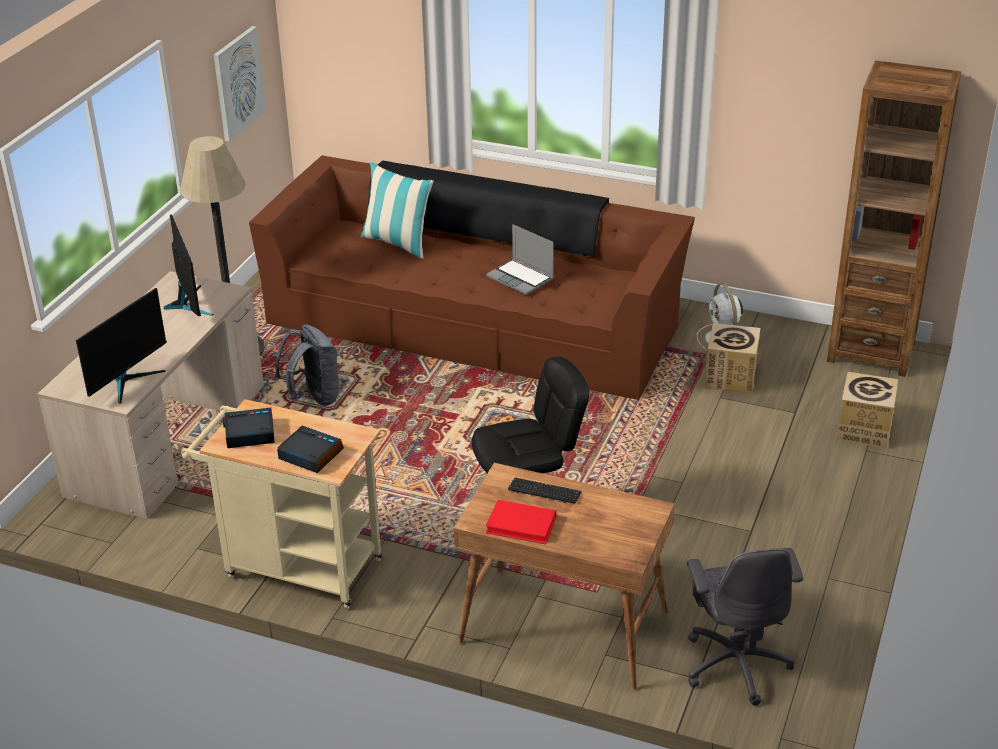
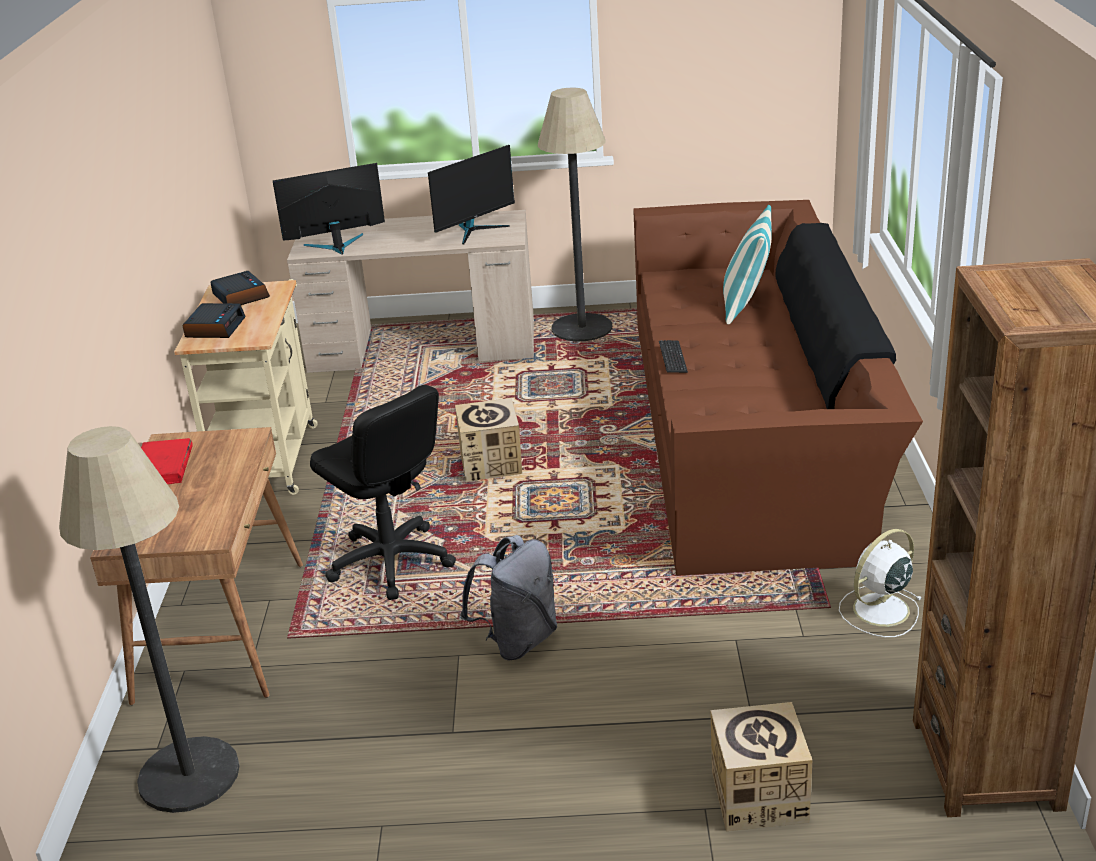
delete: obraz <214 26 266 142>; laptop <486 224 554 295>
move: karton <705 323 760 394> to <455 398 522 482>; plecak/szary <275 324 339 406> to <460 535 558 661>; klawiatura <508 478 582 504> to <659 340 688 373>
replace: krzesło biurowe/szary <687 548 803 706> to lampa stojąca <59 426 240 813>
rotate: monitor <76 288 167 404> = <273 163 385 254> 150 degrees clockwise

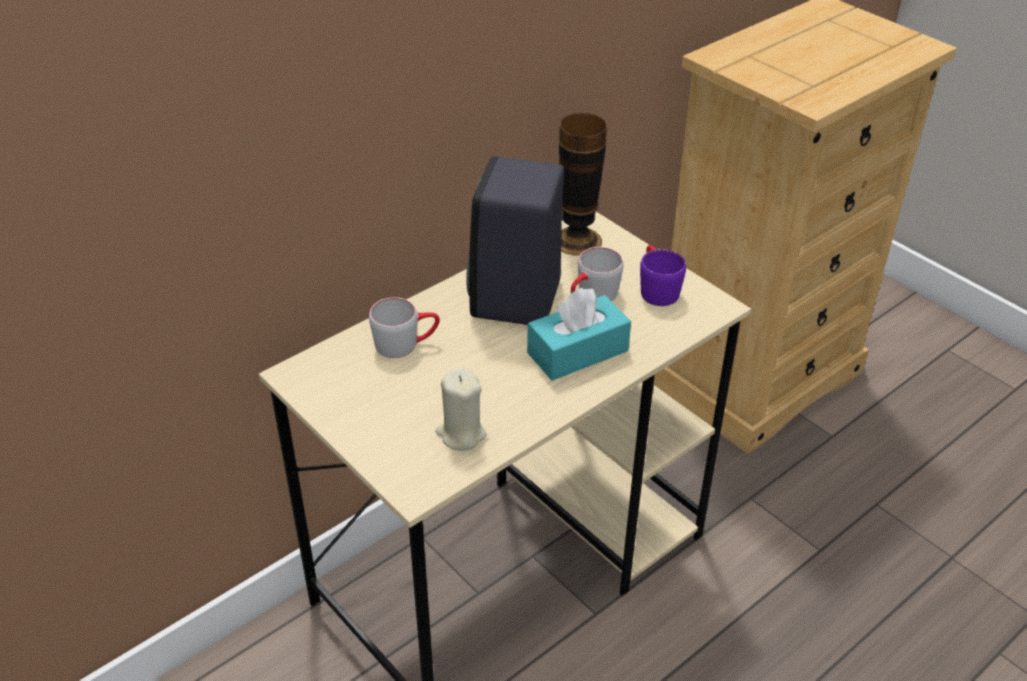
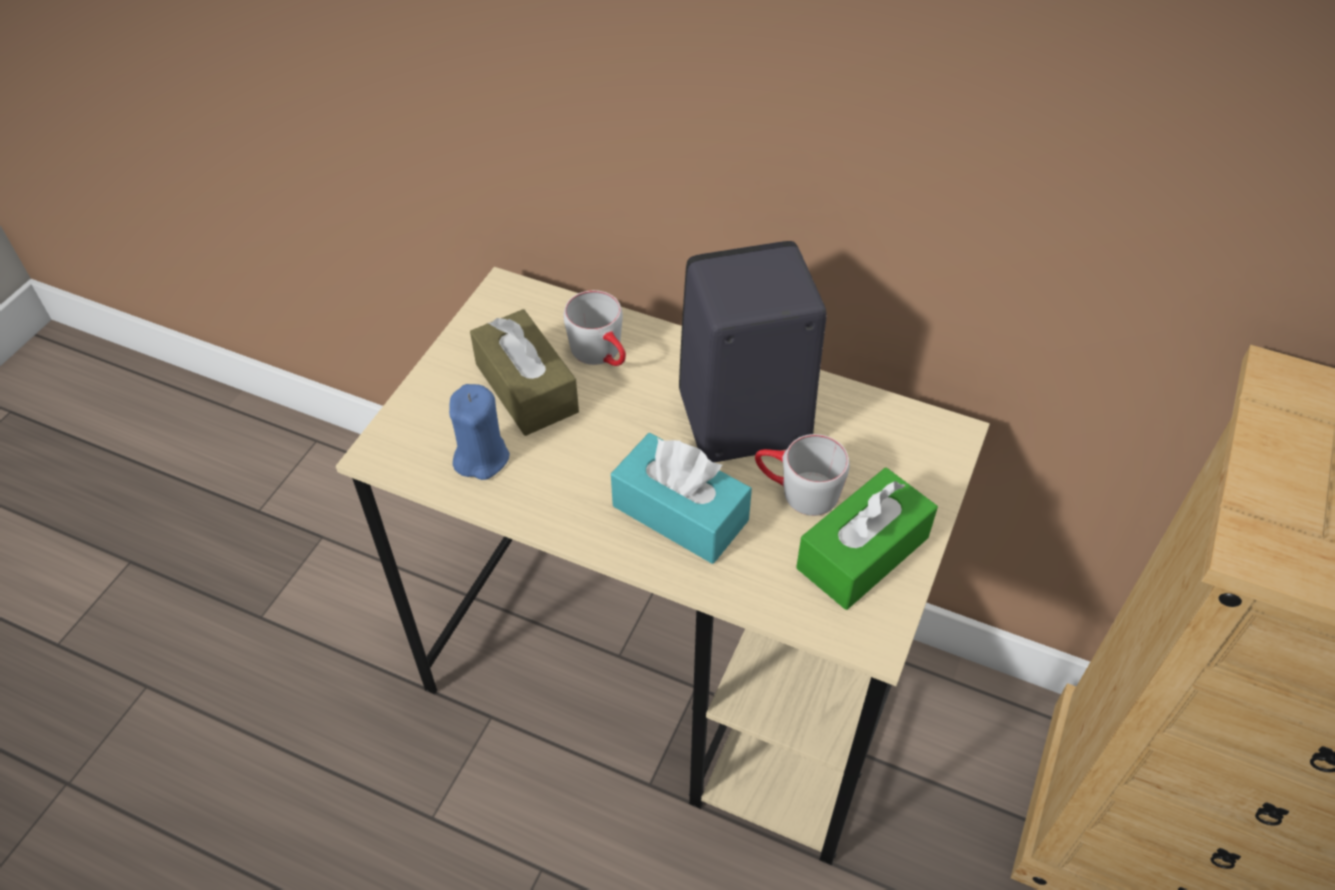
delete: wazon <559 113 607 256>
insert: pudełko chusteczek/brązowy <470 309 579 436>
replace: kubek/fioletowy <640 245 686 306> to pudełko chusteczek/zielony <796 468 938 610>
recolor: świeca/beżowy <436 368 487 451> to świeca/niebieski <449 384 510 480>

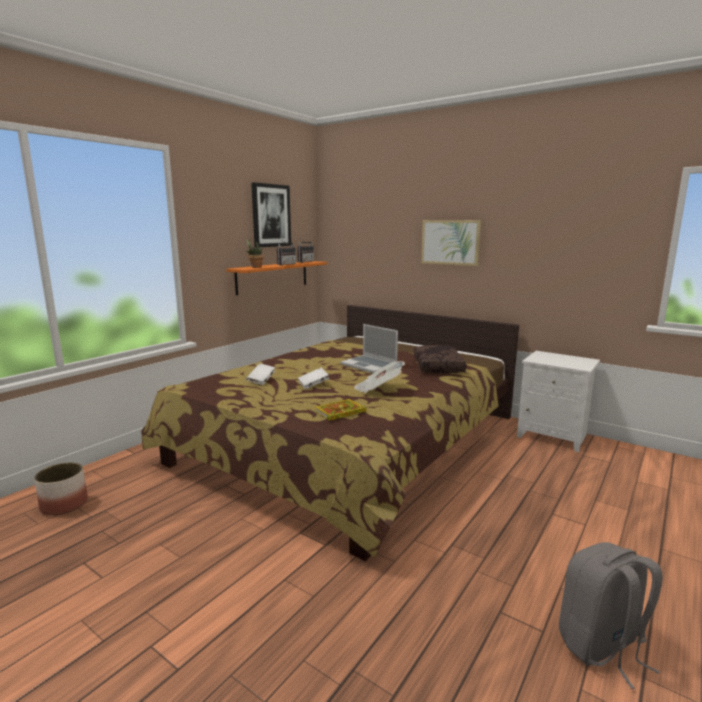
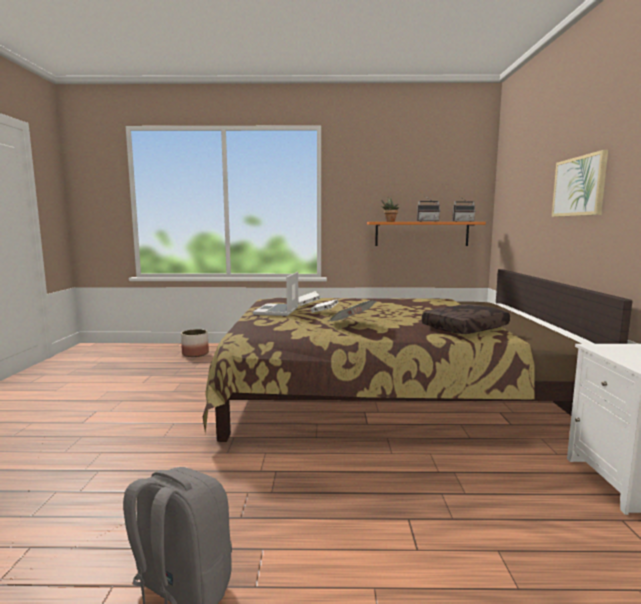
delete: obraz <251 182 291 248>; książka <315 399 367 421>
move: laptop <340 324 398 373> to <253 272 299 316>

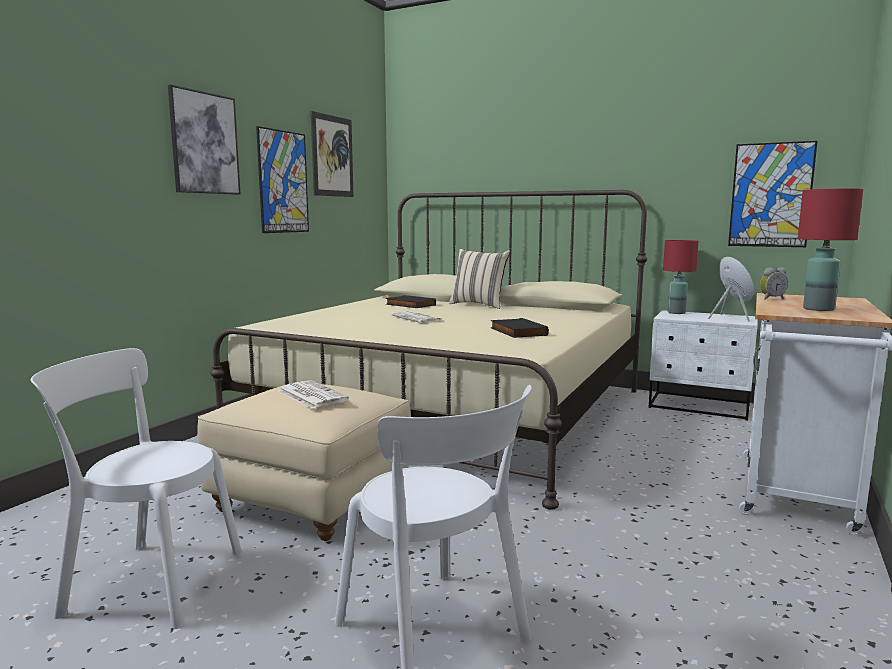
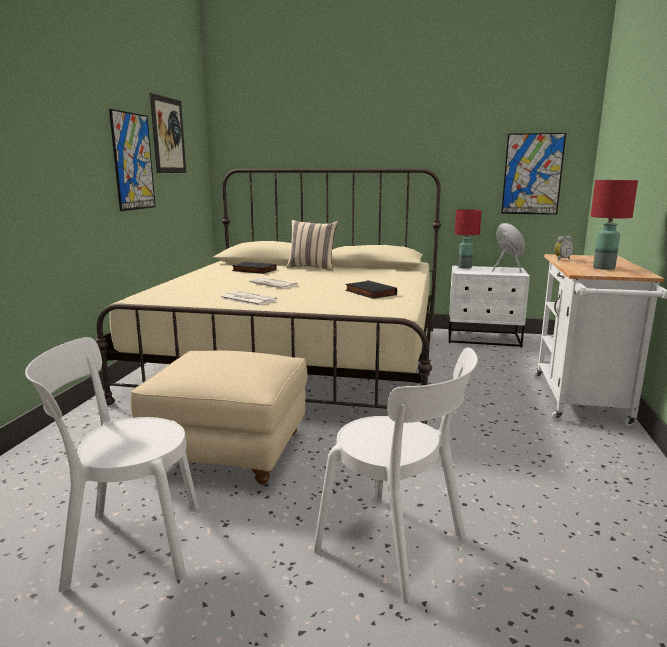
delete: obraz <168 85 241 195>
move: gazeta <278 380 349 409> to <220 291 277 306>

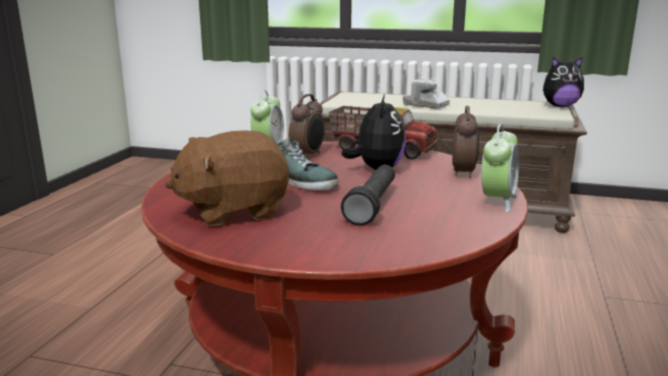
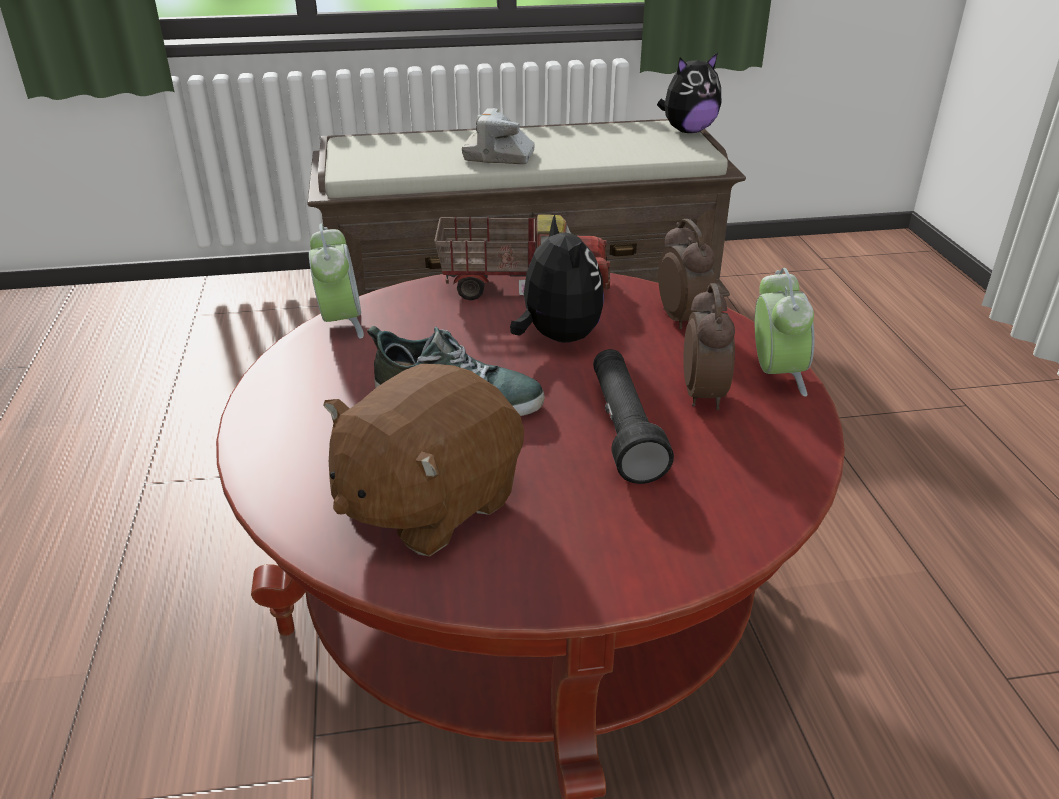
move: budzik <289 94 325 157> to <683 283 735 410>

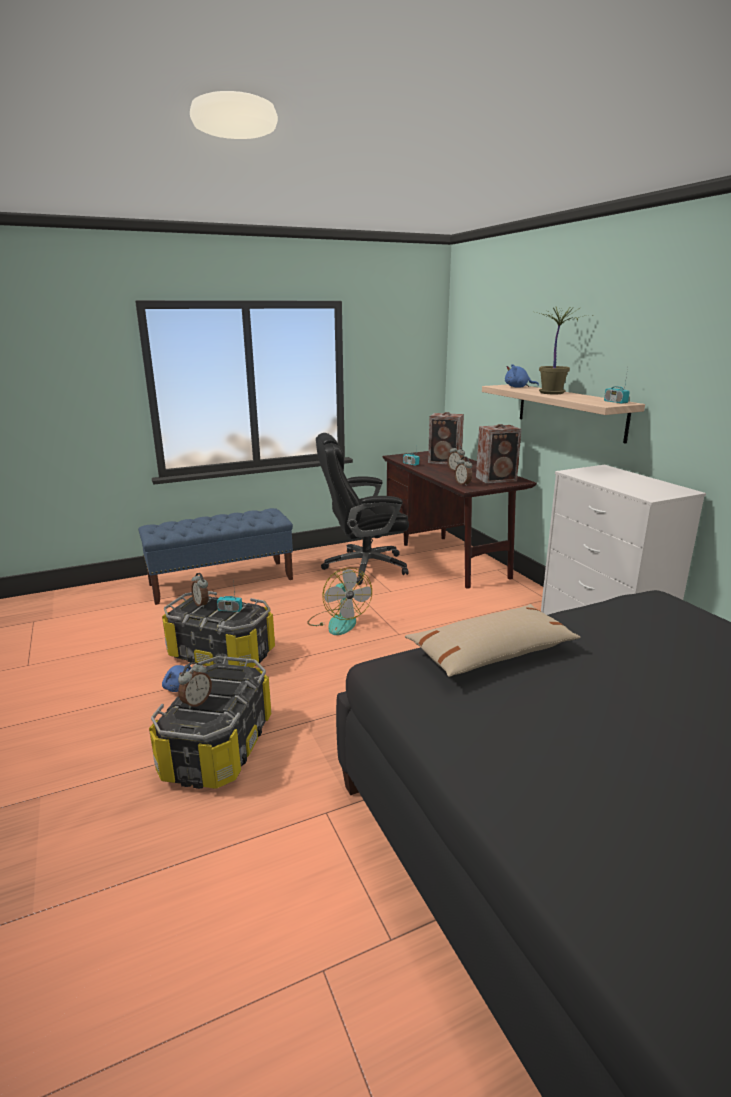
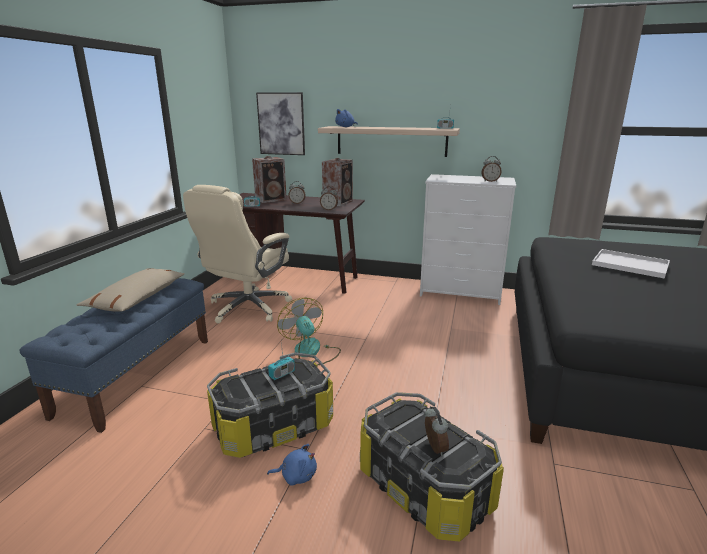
delete: roślina doniczkowa <535 306 595 394>
insert: obraz <256 92 305 155>; taca/biały <592 249 670 279>
move: budzik <191 573 209 608> to <481 156 502 182>; poduszka/beżowy <405 604 580 677> to <76 268 185 312>
recolor: krzesło biurowe/czarny <316 433 409 585> to krzesło biurowe/beżowy <183 185 292 323>
rotate: wentylator <307 567 372 635> = <277 298 341 366> 135 degrees counterclockwise

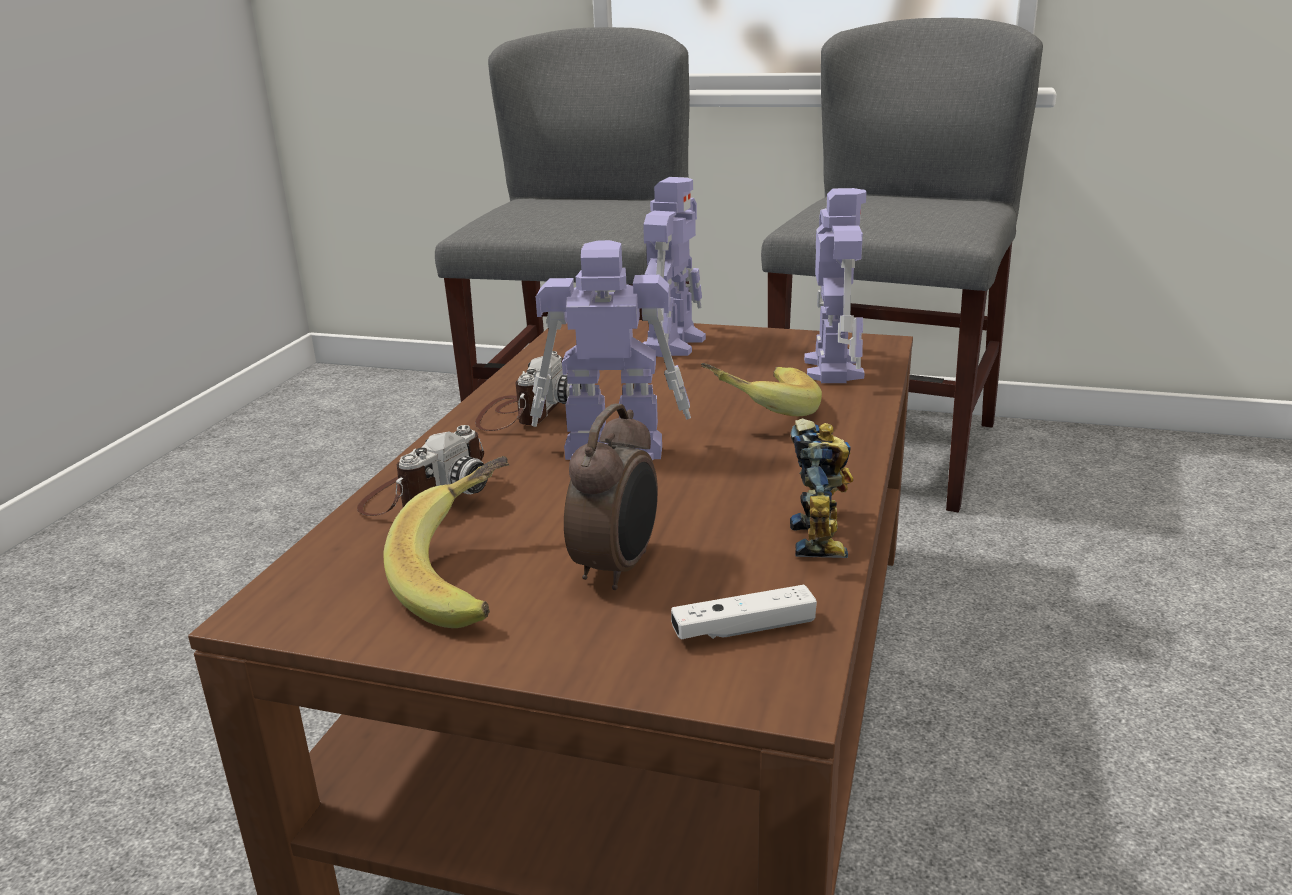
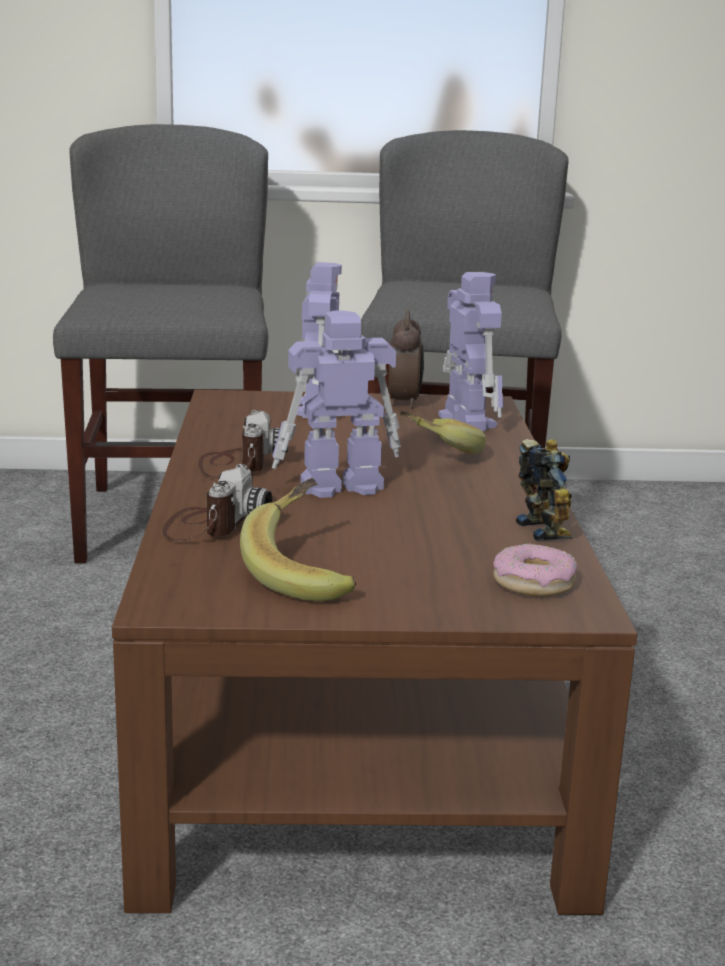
move: budzik <564 403 658 590> to <388 309 424 409>
replace: pad do gier/biały <671 585 817 639> to donut <493 544 577 597>

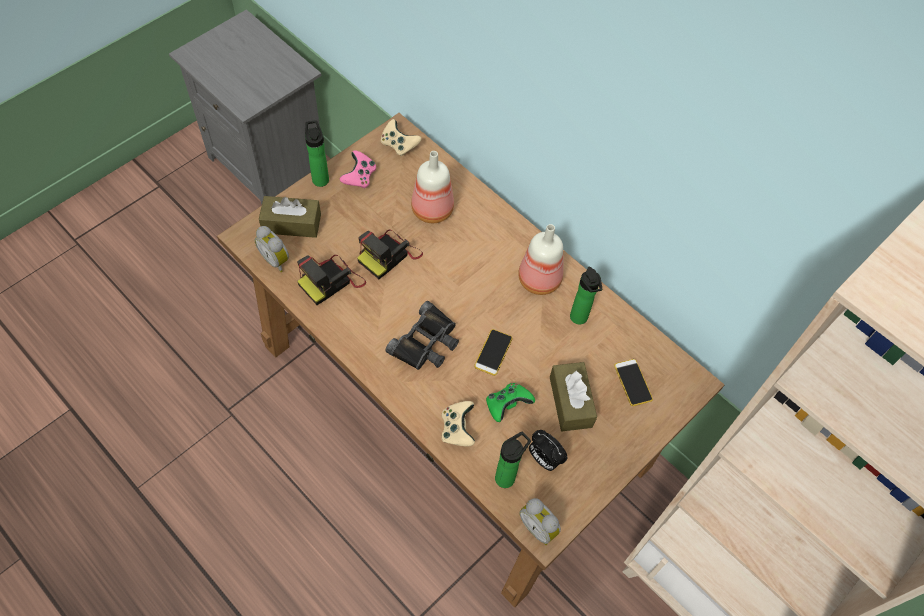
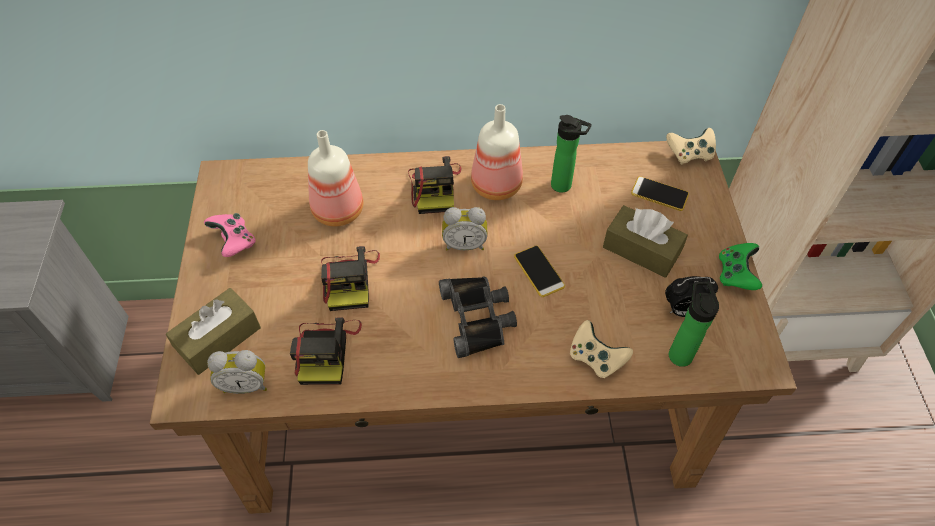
delete: butelka <305 120 329 187>
insert: aparat fotograficzny <408 156 461 214>
move: pad do gier/beżowy <380 119 422 157> to <666 128 716 165>; pad do gier/zielony <486 383 535 422> to <719 243 762 290>; budzik <519 498 561 545> to <442 207 487 251>

